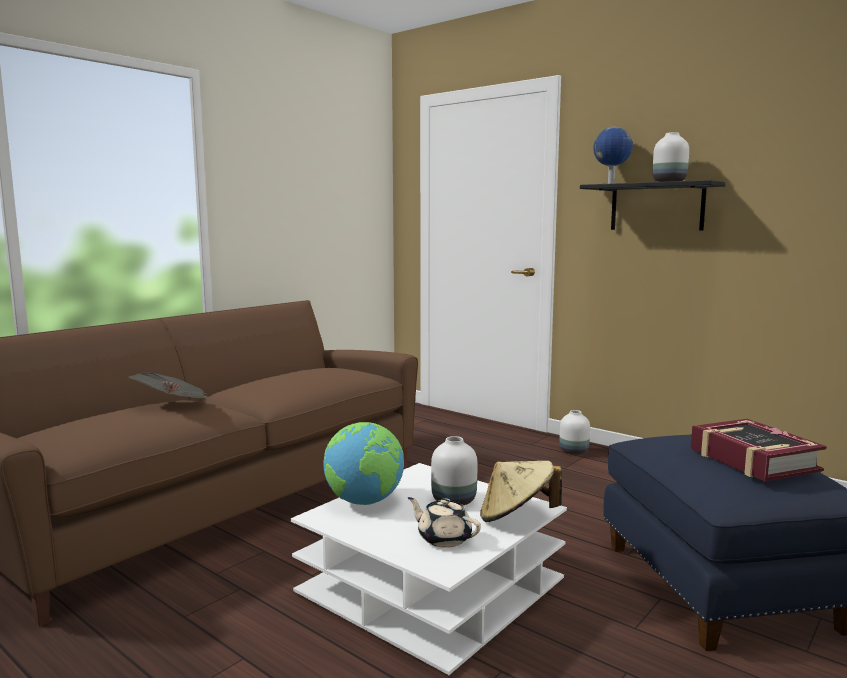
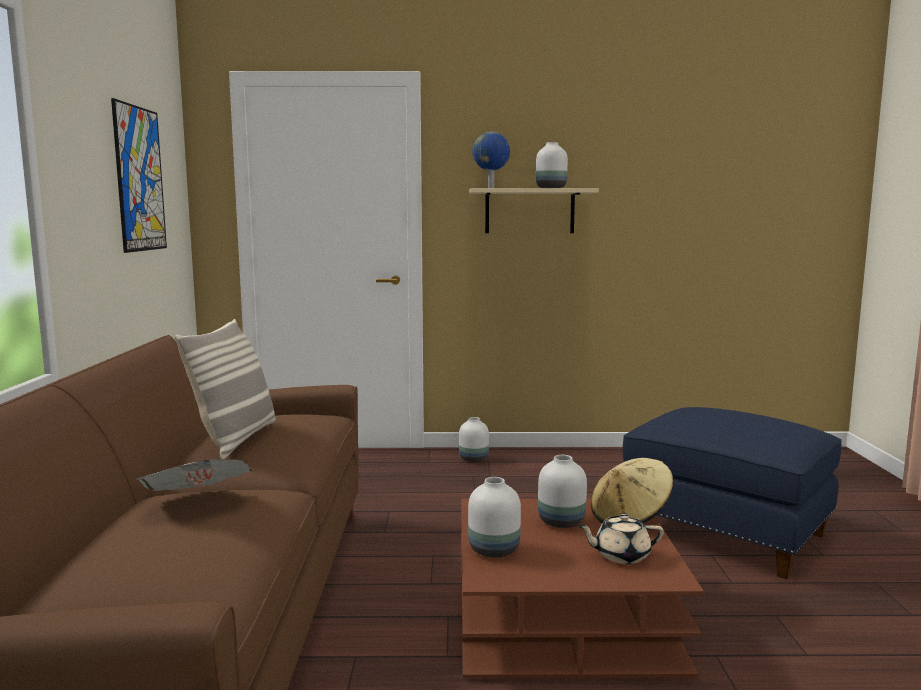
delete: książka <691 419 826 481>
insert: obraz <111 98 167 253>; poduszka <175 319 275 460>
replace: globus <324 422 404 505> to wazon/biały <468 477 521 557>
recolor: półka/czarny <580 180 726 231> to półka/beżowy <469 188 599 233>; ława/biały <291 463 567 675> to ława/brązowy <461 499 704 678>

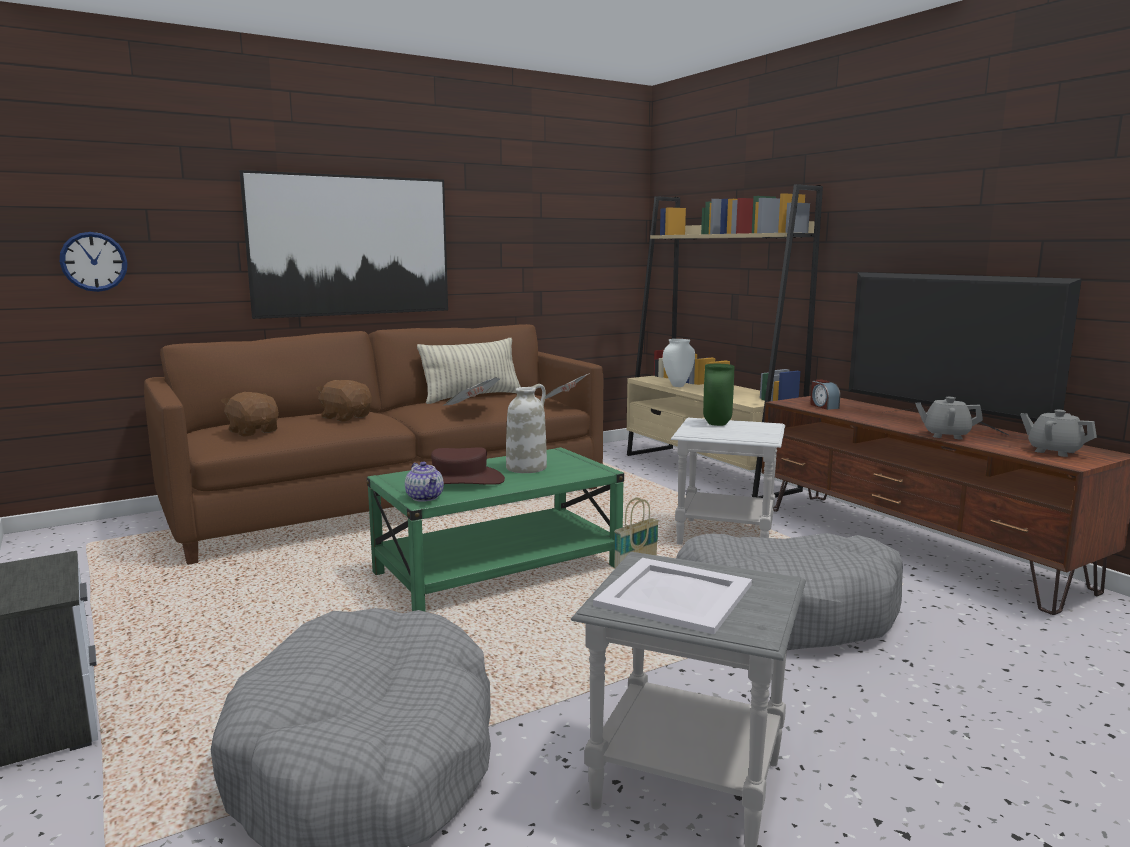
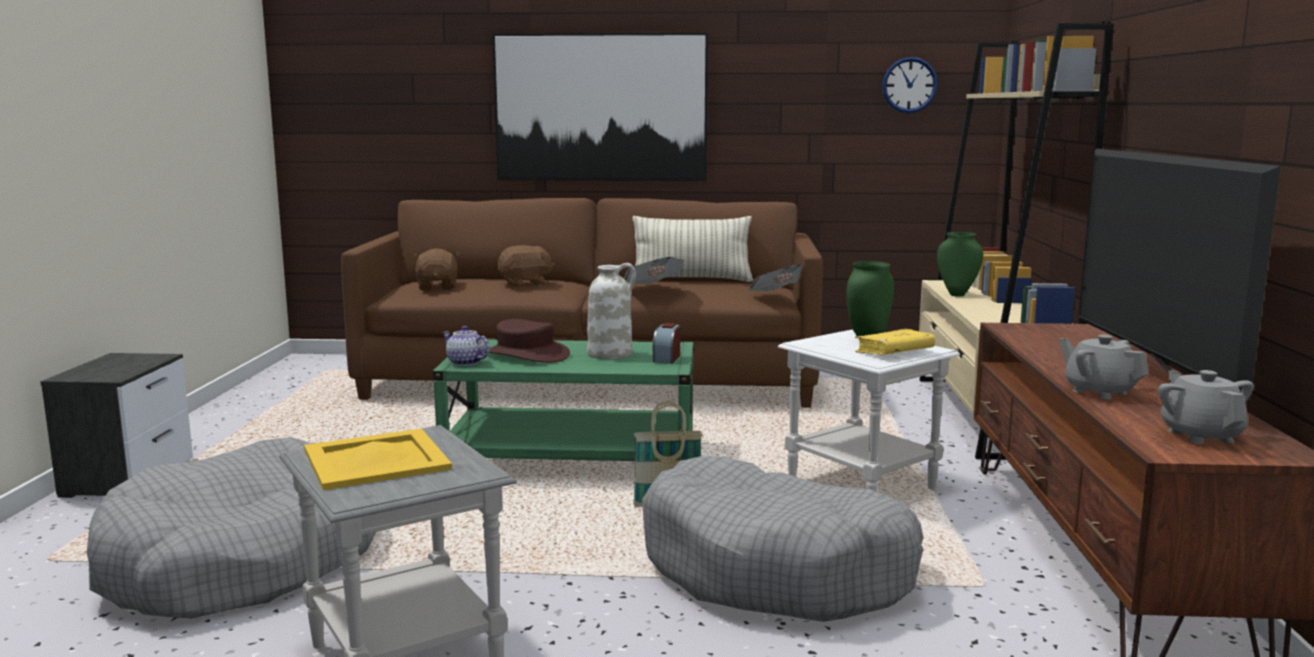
insert: książka/żółty <855 329 935 355>
move: zegar ścienny <60 232 127 292> to <882 57 938 113>; budzik <810 380 840 410> to <652 323 680 364>
recolor: wazon/biały <663 339 695 387> to wazon/zielony <937 232 983 297>; taca/biały <593 558 752 634> to taca/żółty <304 428 452 490>
rotate: pluszak/brązowy <316 380 372 422> = <497 245 555 287> 90 degrees clockwise; imbryk <405 462 444 502> = <442 326 490 366> 120 degrees clockwise

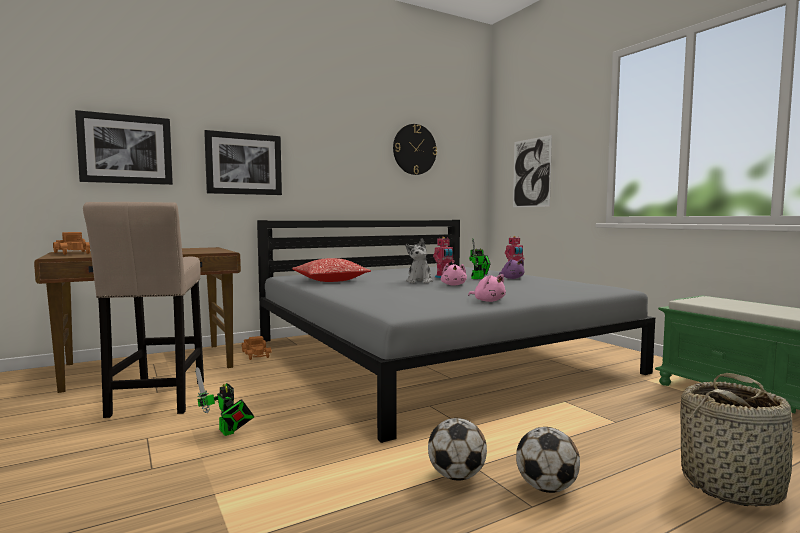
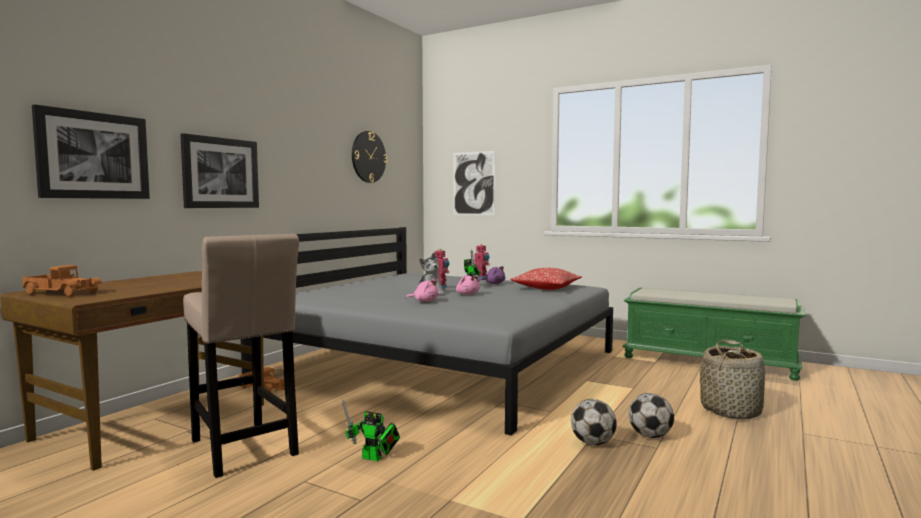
move: poduszka <292 258 371 282> to <510 268 582 290>; pluszak/różowy <468 274 506 302> to <406 279 439 302>

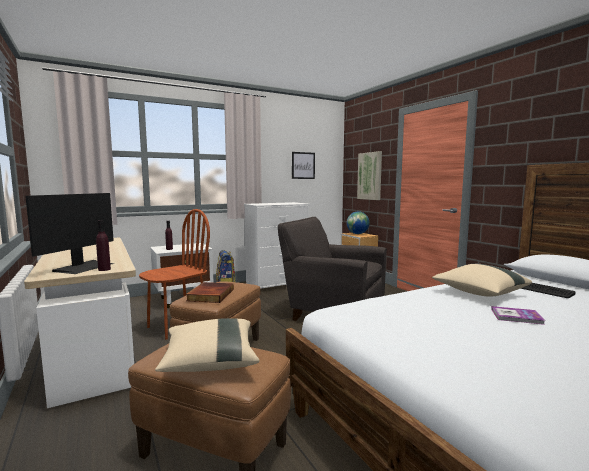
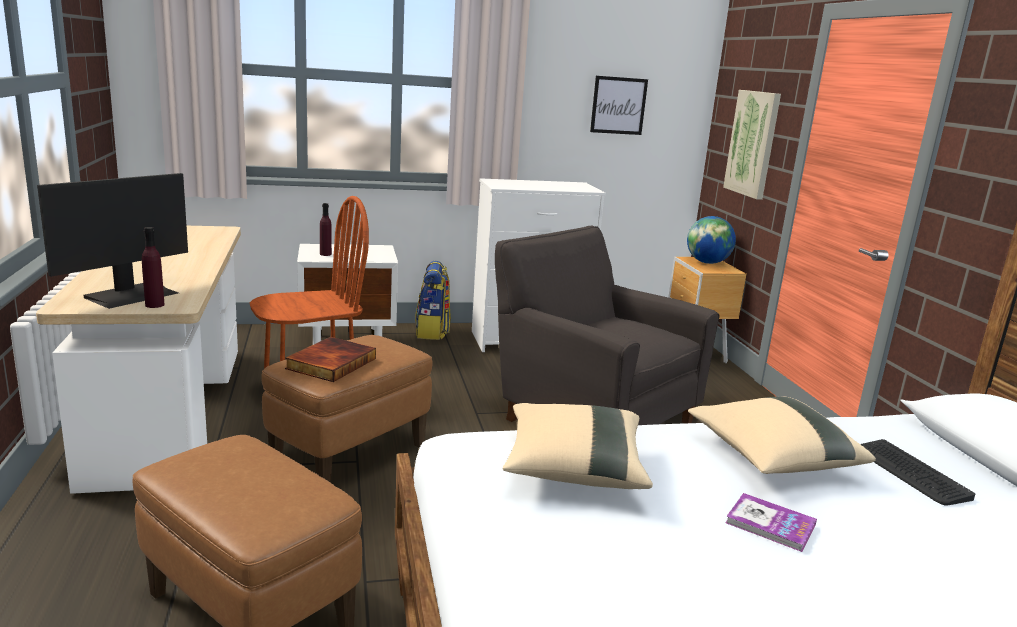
move: poduszka/beżowy <155 318 260 372> to <503 403 653 489>

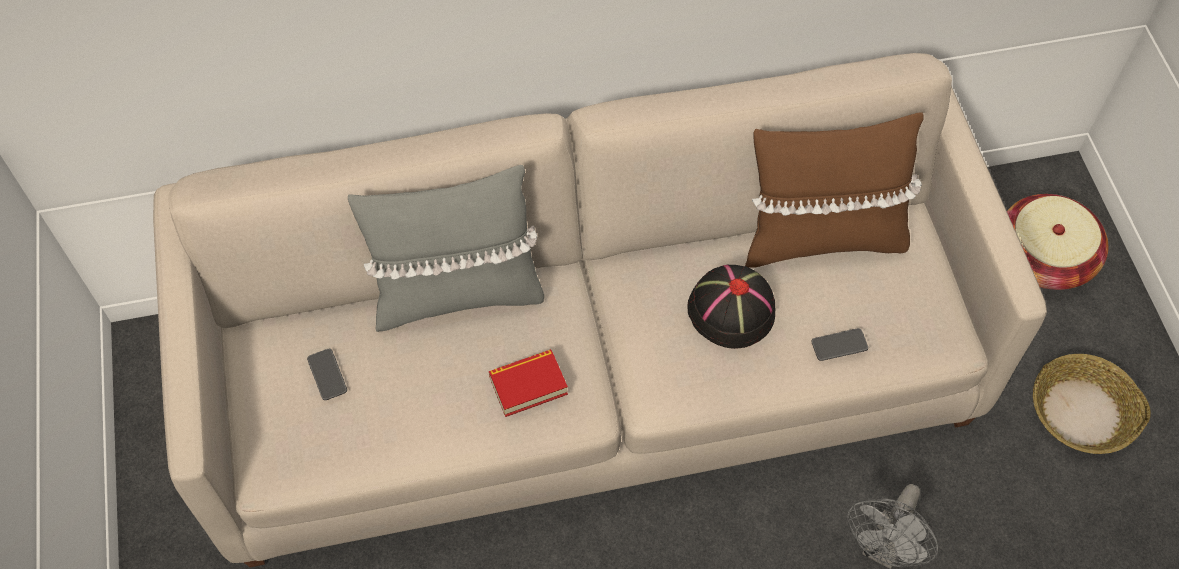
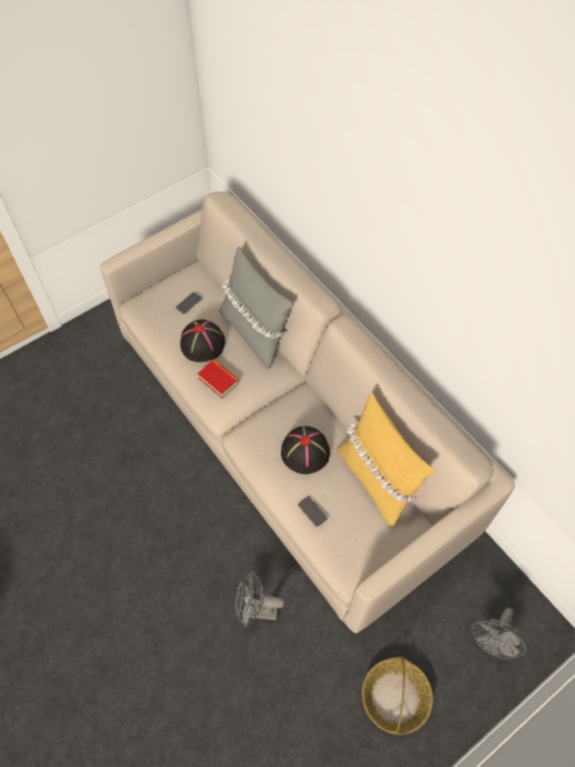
insert: kapelusz/czarny <180 319 225 362>
replace: koszyk <1007 194 1108 290> to wentylator/szary <471 608 526 659>
recolor: poduszka/brązowy <745 112 923 268> to poduszka/żółty <337 393 434 527>

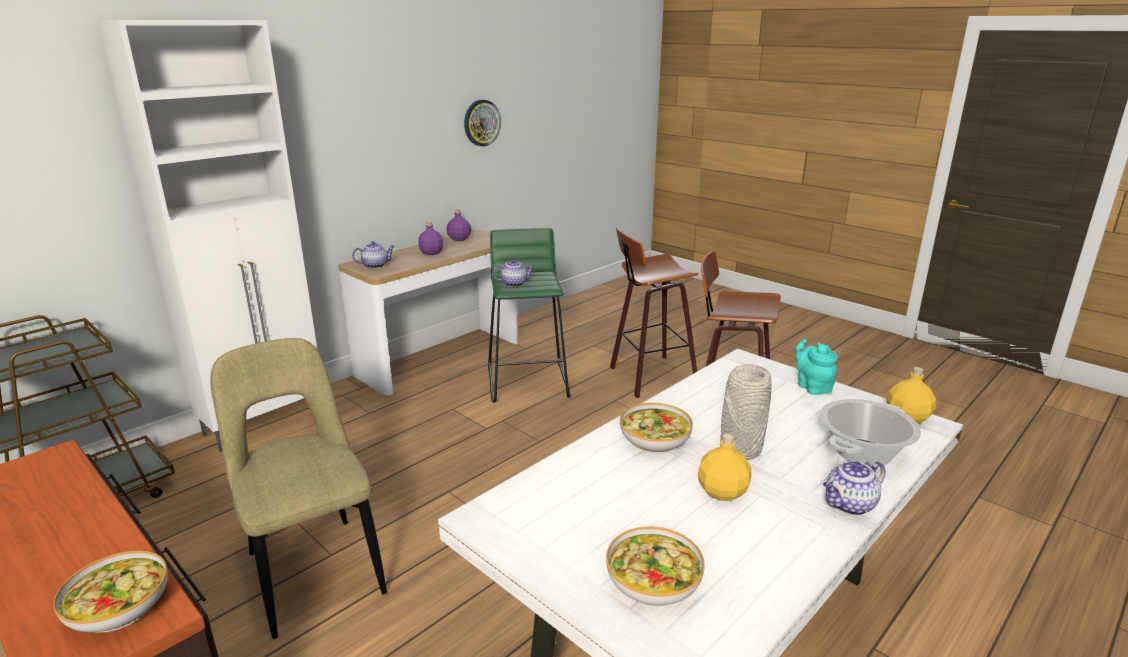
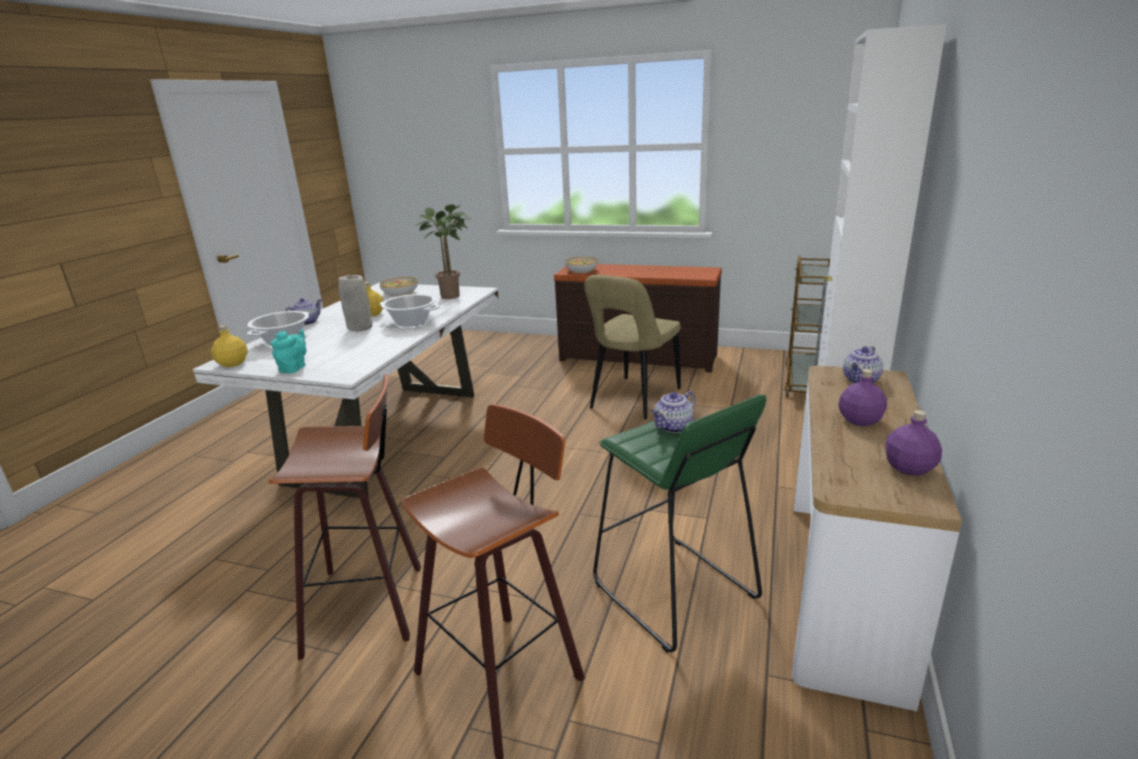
delete: zegar ścienny <464 100 501 147>
insert: roślina doniczkowa <415 205 470 299>
replace: miska <620 403 693 453> to garnek <380 294 440 327>
rotate: krzesło/beżowy <210 338 387 639> = <584 275 681 420> 90 degrees clockwise; imbryk/turkusowy <796 339 838 395> = <271 329 306 374> 120 degrees counterclockwise

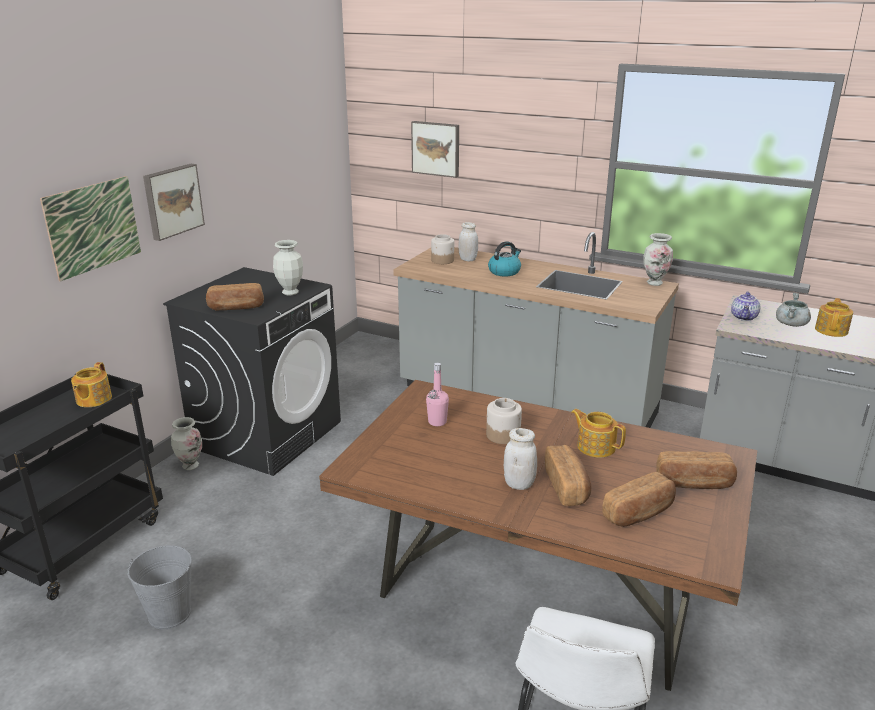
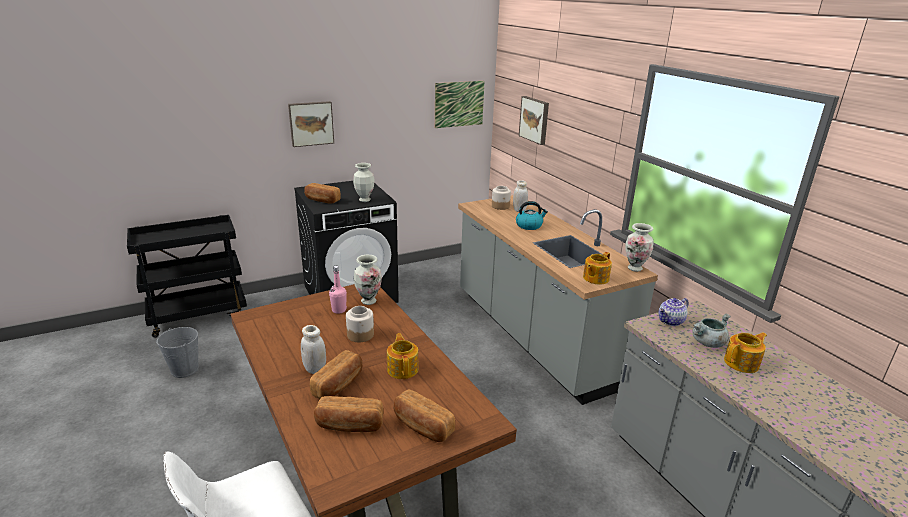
move: obraz <40 176 141 282> to <435 81 484 128>; imbryk <71 362 112 407> to <583 252 612 284>; wazon <171 417 202 470> to <354 255 382 305>

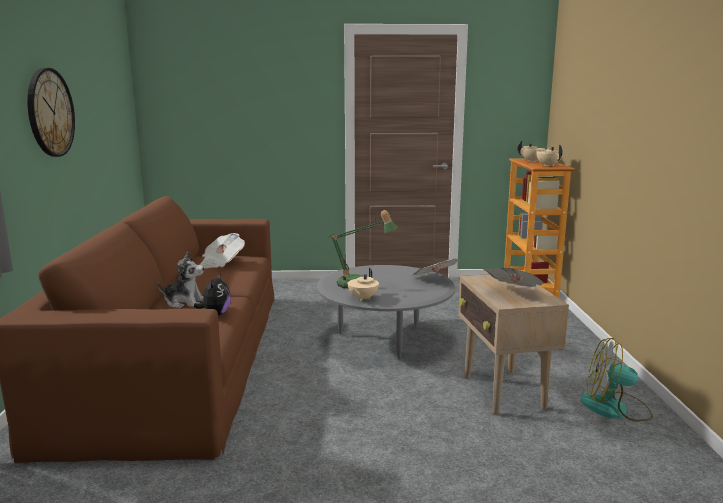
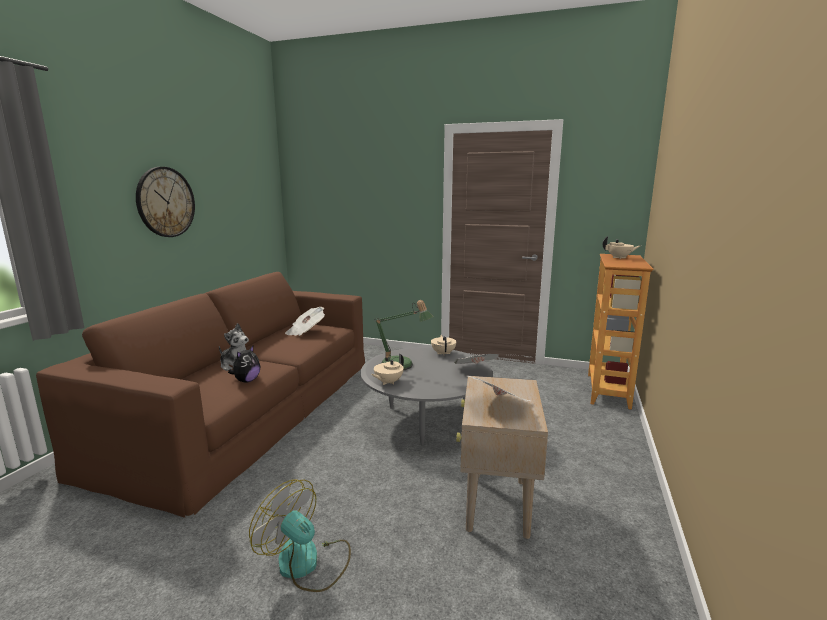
move: imbryk/beżowy <536 144 563 167> to <431 335 456 356>; wentylator <580 338 653 422> to <249 479 351 592>

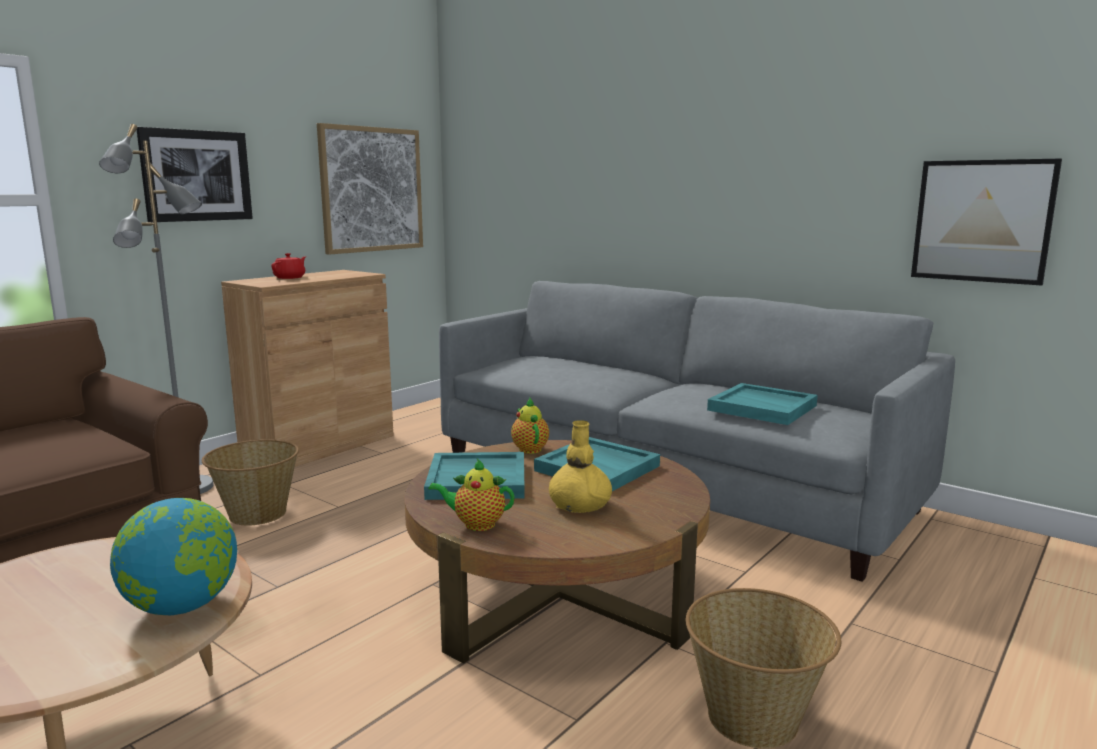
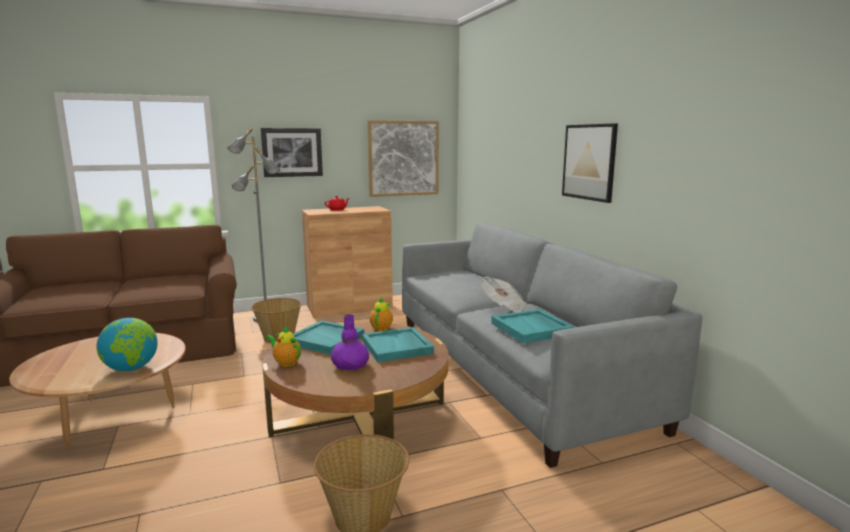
insert: gazeta <481 277 526 312>
move: obraz <911 159 1062 286> to <562 123 618 203>
recolor: wazon/żółty <549 420 612 513> to wazon/fioletowy <331 314 369 370>

